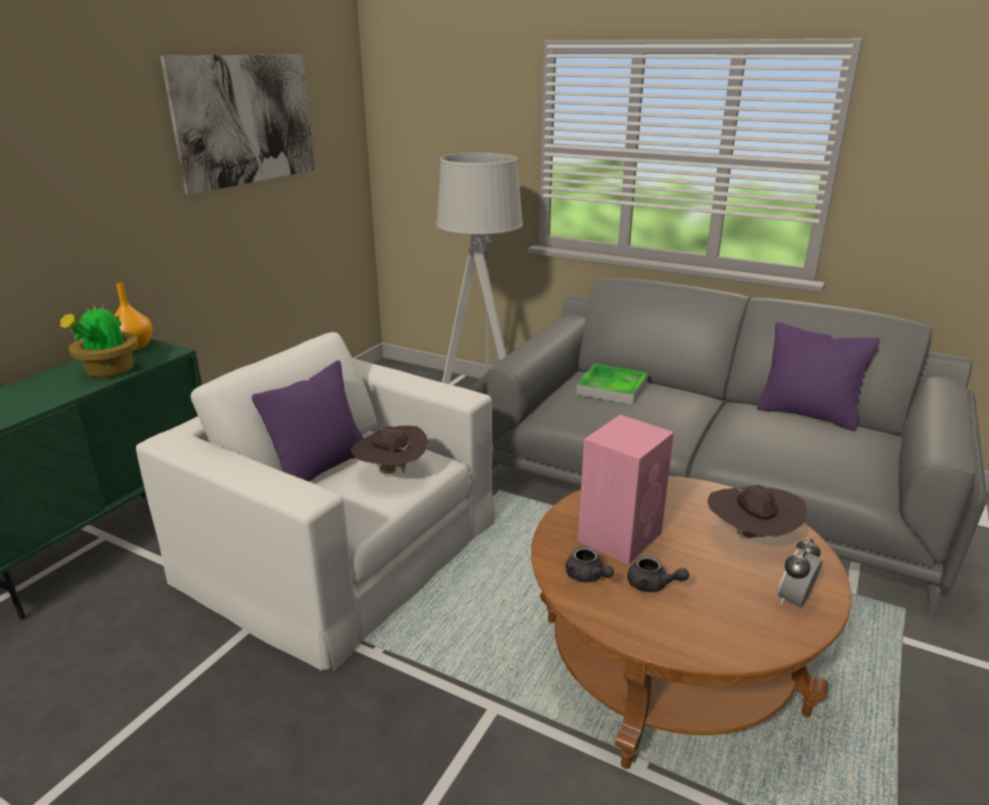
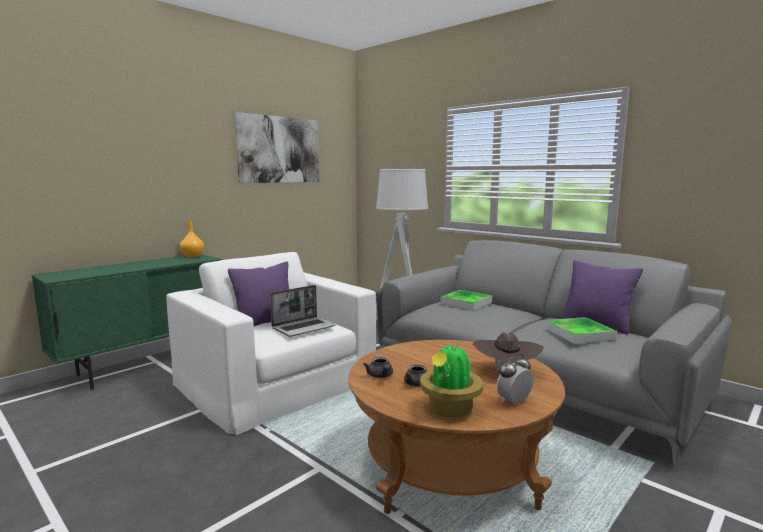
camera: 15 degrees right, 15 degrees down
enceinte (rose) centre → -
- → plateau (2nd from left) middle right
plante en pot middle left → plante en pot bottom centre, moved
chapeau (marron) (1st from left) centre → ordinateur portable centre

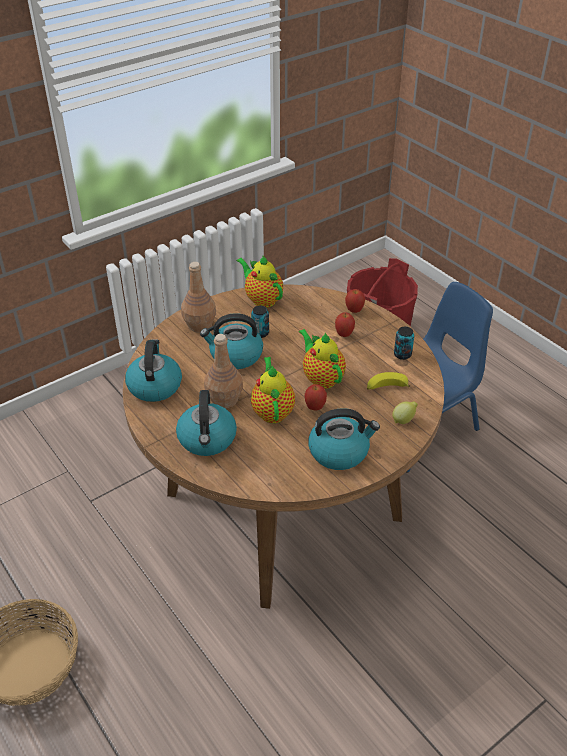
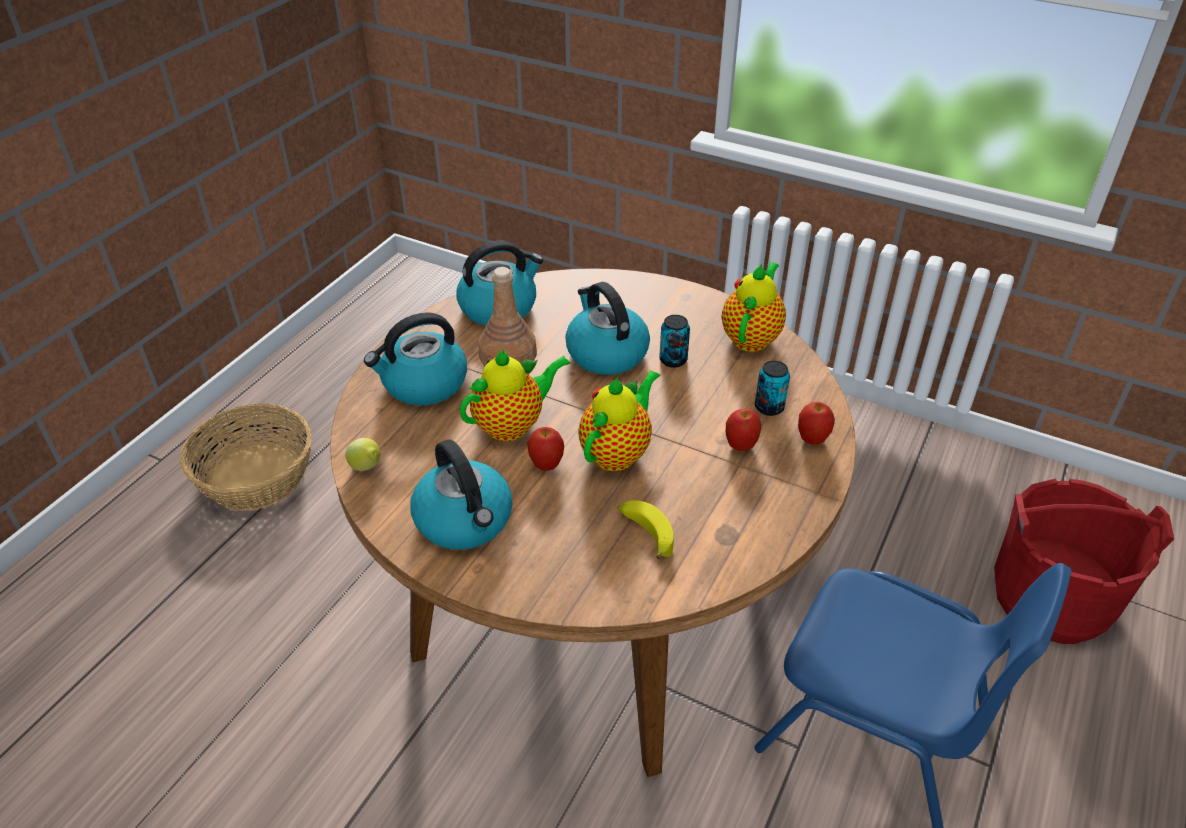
camera: 65 degrees right, 0 degrees up
bouteille (marron) (1st from left) centre → -
citron middle right → citron middle left, moved
boîte métallique (2nd from left) middle right → boîte métallique (2nd from left) centre, moved

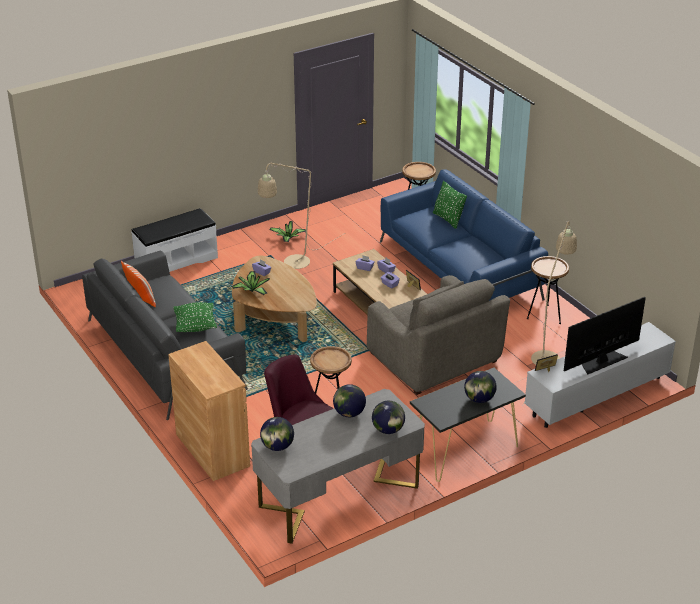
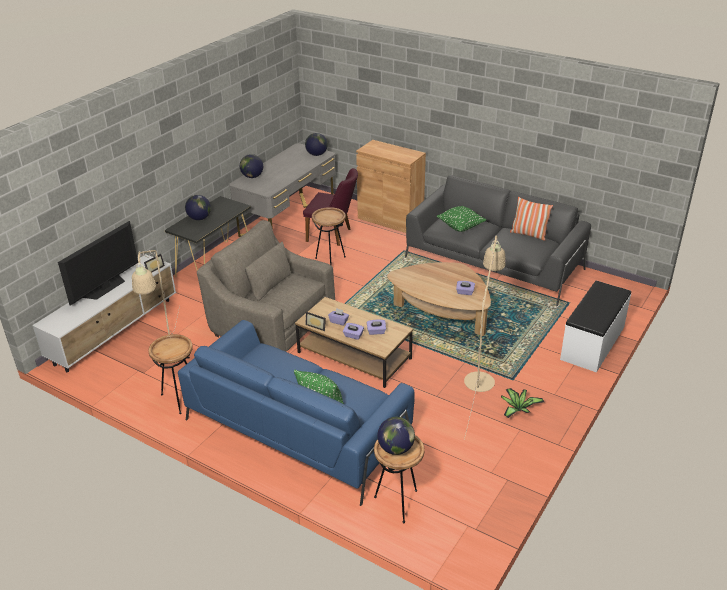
camera: 155 degrees right, 0 degrees up
plante en pot (1st from left) centre → -
globe (2nd from left in the first image) centre → globe (4th from left) bottom centre, moved

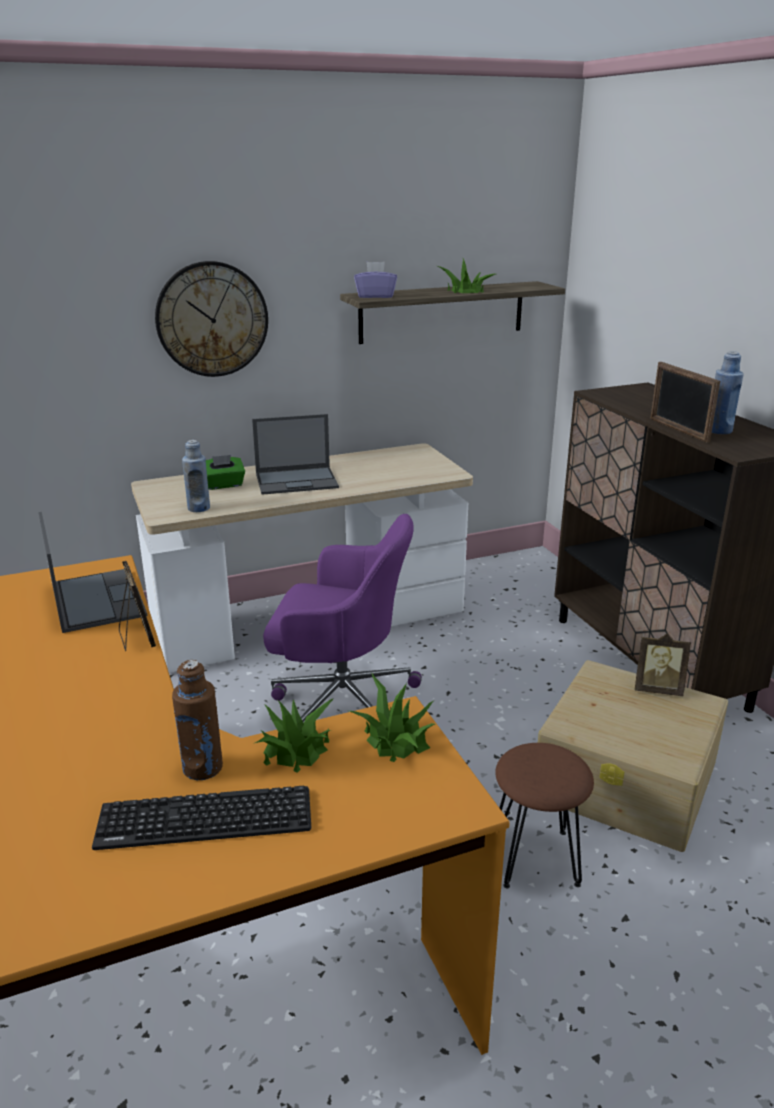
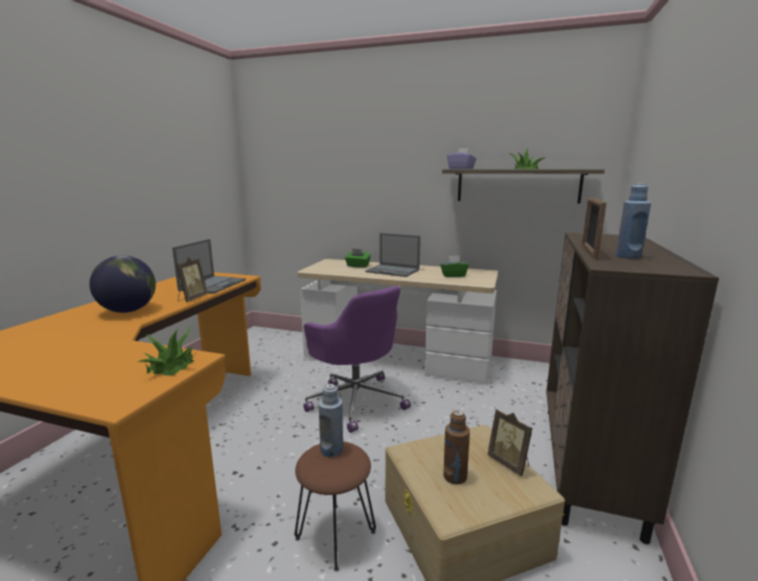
camera: 40 degrees right, 10 degrees down
clavier bottom left → -
horloge murale top left → -
plante en pot (1st from left) centre → -
- → globe middle left
- → boîte à mouchoirs (vert) (2nd from left) centre
bouteille (marron) middle left → bouteille (marron) bottom centre, moved
bouteille (bleu) (1st from left) middle left → bouteille (bleu) (1st from left) bottom centre, moved

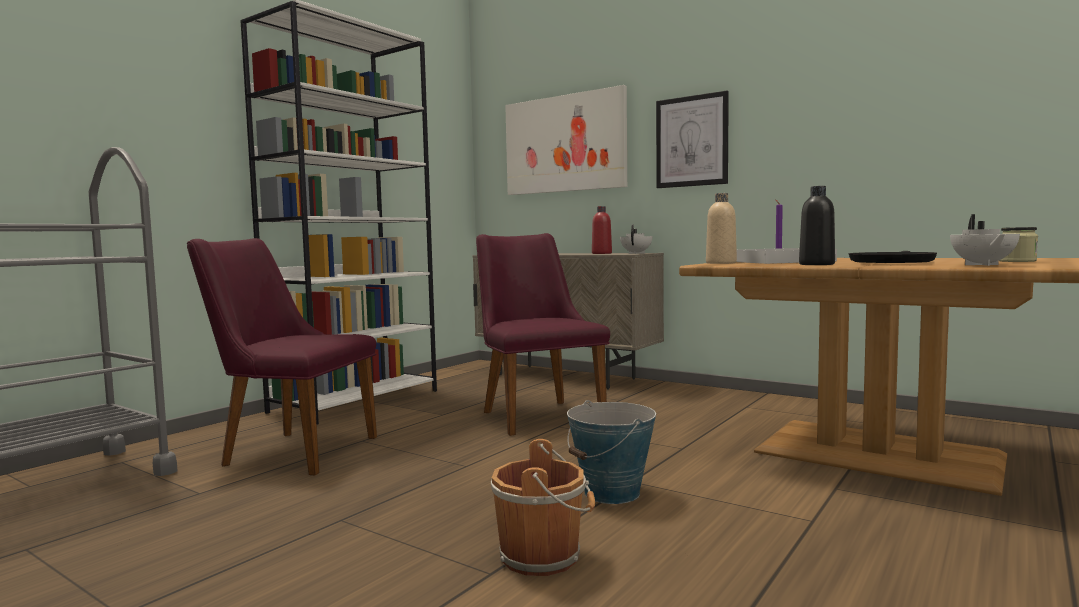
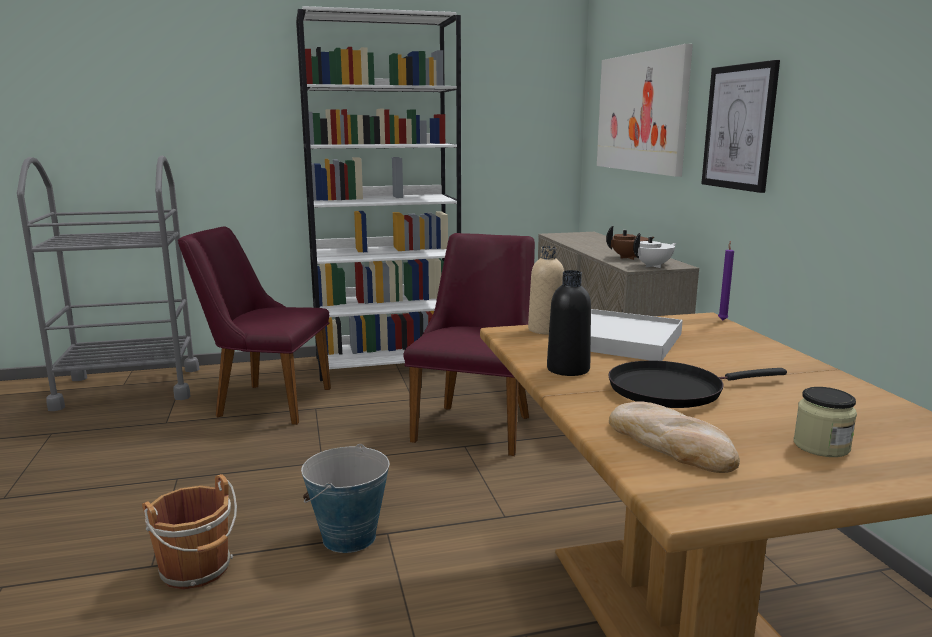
camera: 40 degrees right, 10 degrees up
bouteille (rouge) centre → théière (marron) middle right
théière (blanc) (2nd from left) middle right → pain bottom right
chaise (violet) (1st from left) middle left, 45 degrees counterclockwise

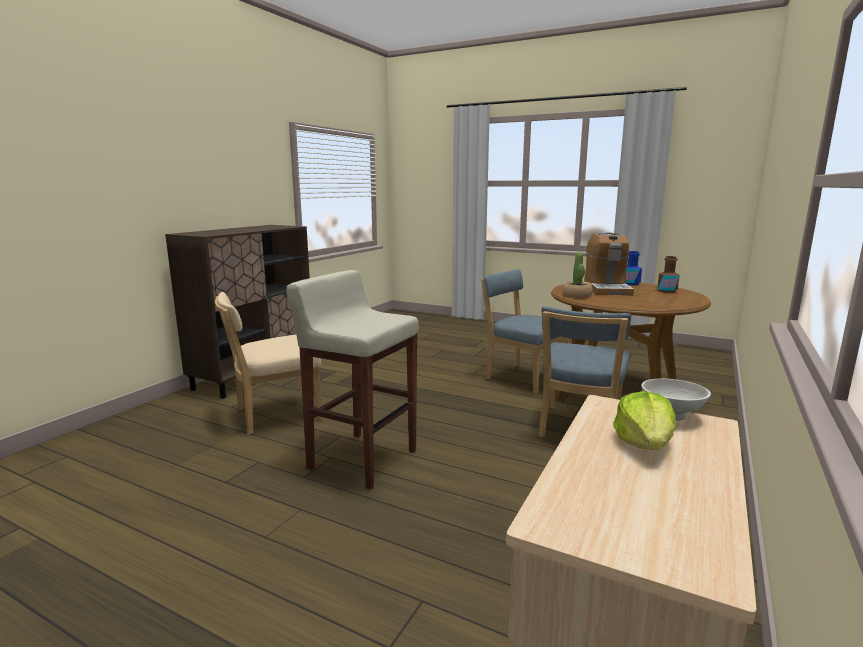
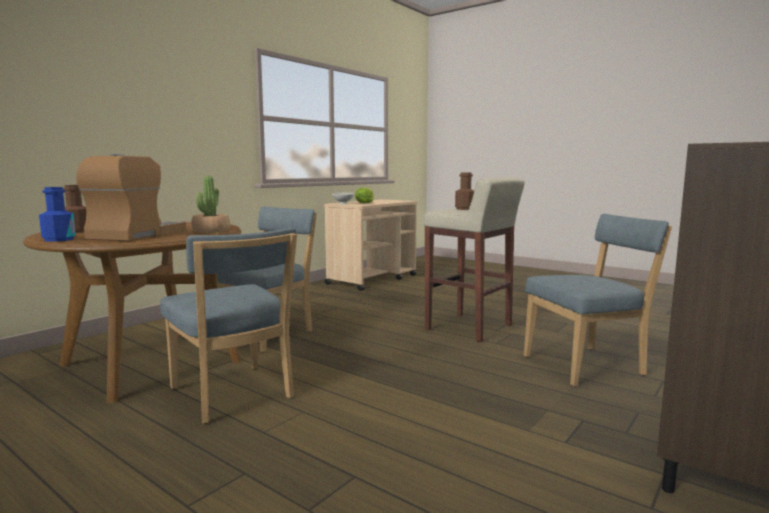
camera: 170 degrees left, 5 degrees down
- → bouteille (marron) (2nd from left) centre
chaise (beige) middle left → chaise (bleu) (3rd from left) middle right

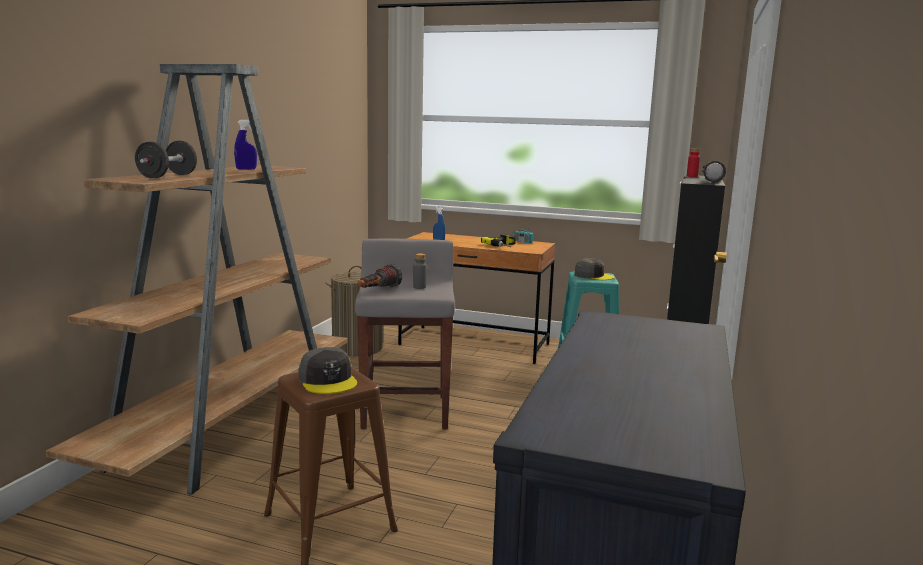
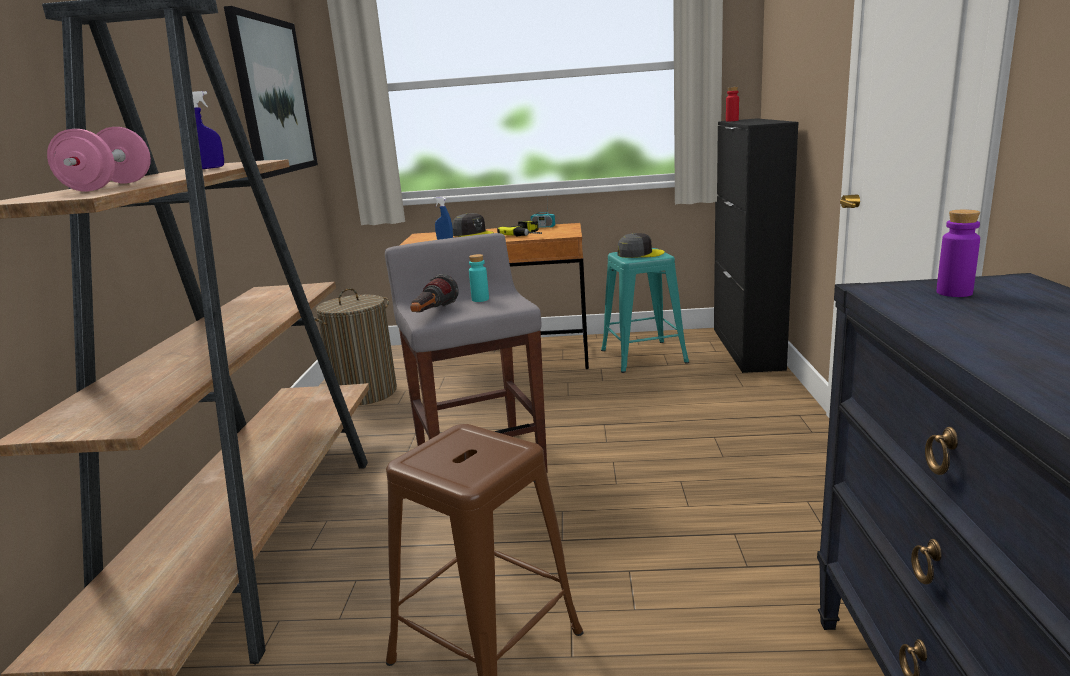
camera: 15 degrees left, 5 degrees up
lampe de poche (2nd from left) top right → -
- → tableau top left
- → bouteille (violet) middle right
casquette (gris) (1st from left) centre → casquette (gris) (1st from left) top centre, moved
haltère (noir) top left → haltère (rose) top left
bouteille (gris) centre → bouteille (turquoise) centre

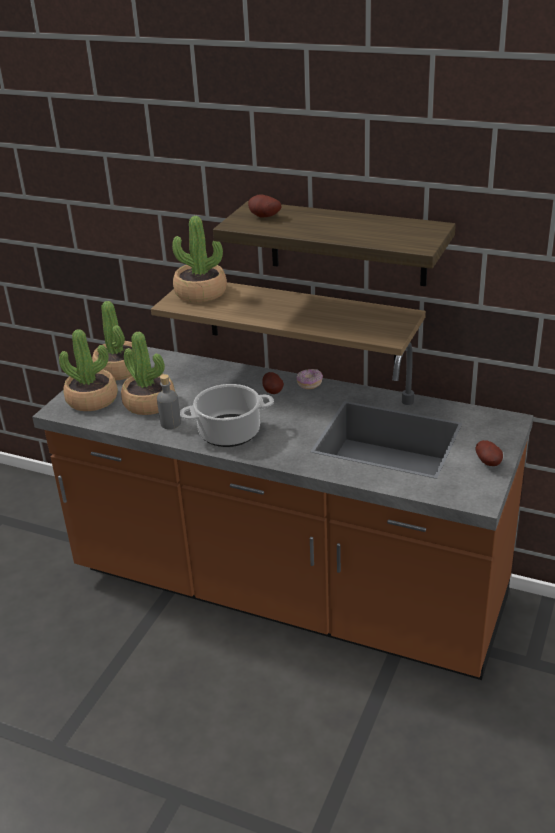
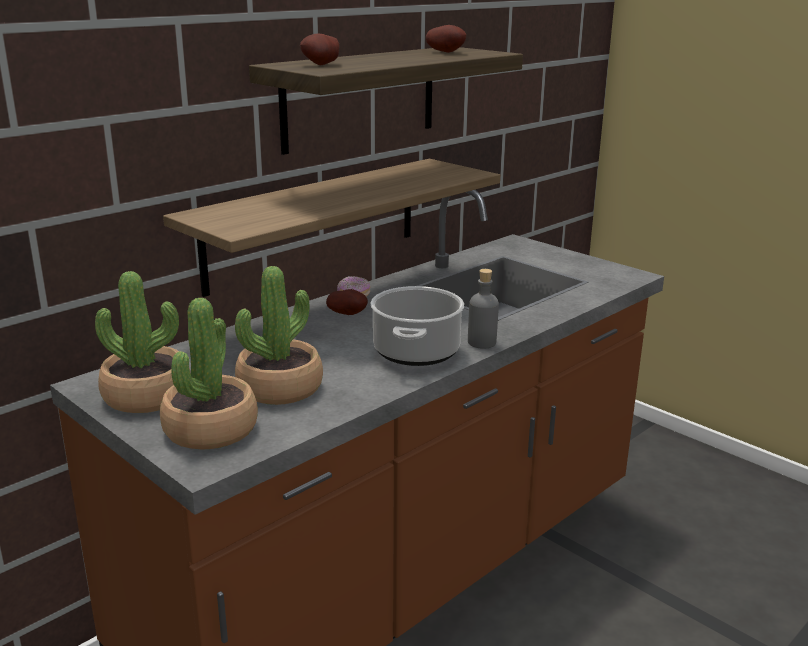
camera: 70 degrees left, 10 degrees down
plante en pot (4th from left) top centre → -
bouteille (gris) middle left → bouteille (gris) centre, moved
pomme de terre (3rd from left) middle right → pomme de terre (3rd from left) top centre, moved

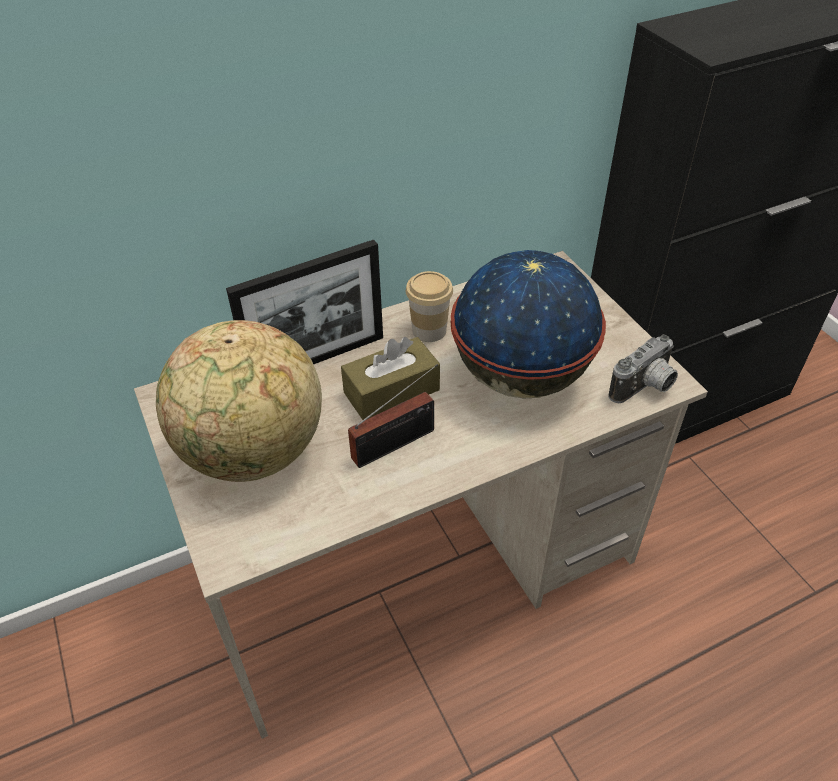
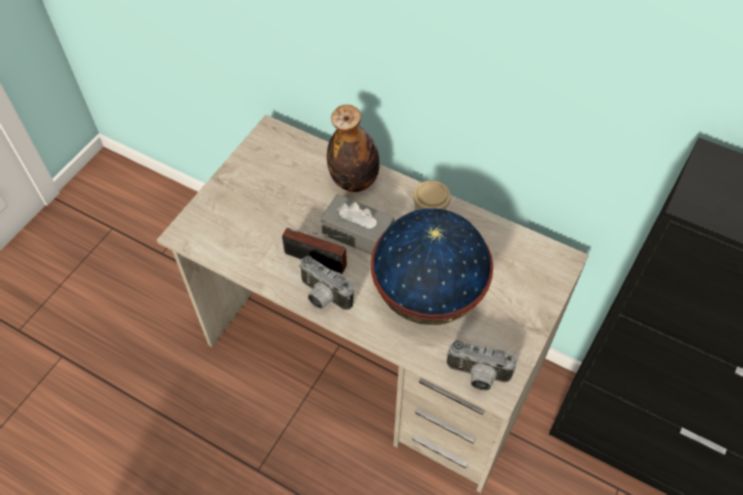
camera: 55 degrees right, 10 degrees up
globe (1st from left) middle left → -
- → appareil photo (1st from left) centre
cadre photo centre → bouteille top centre
boîte à mouchoirs (marron) centre → boîte à mouchoirs (gris) centre

